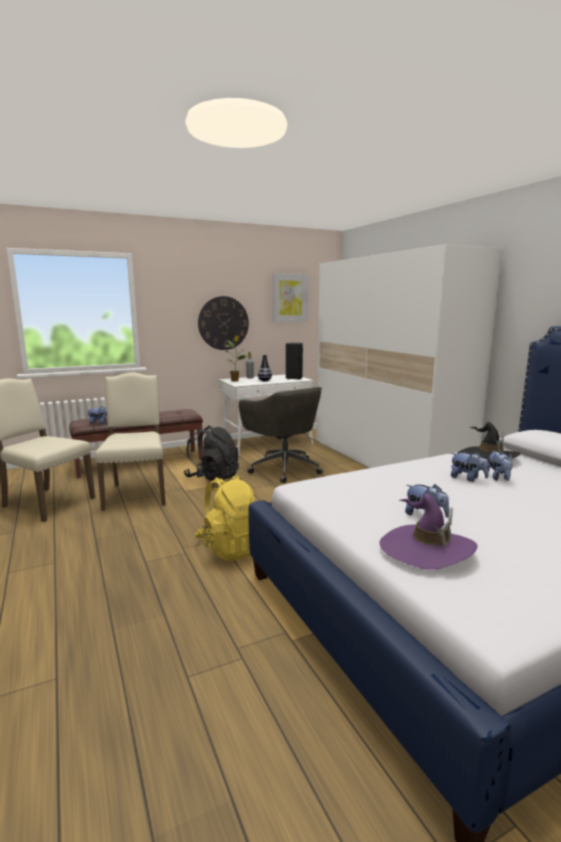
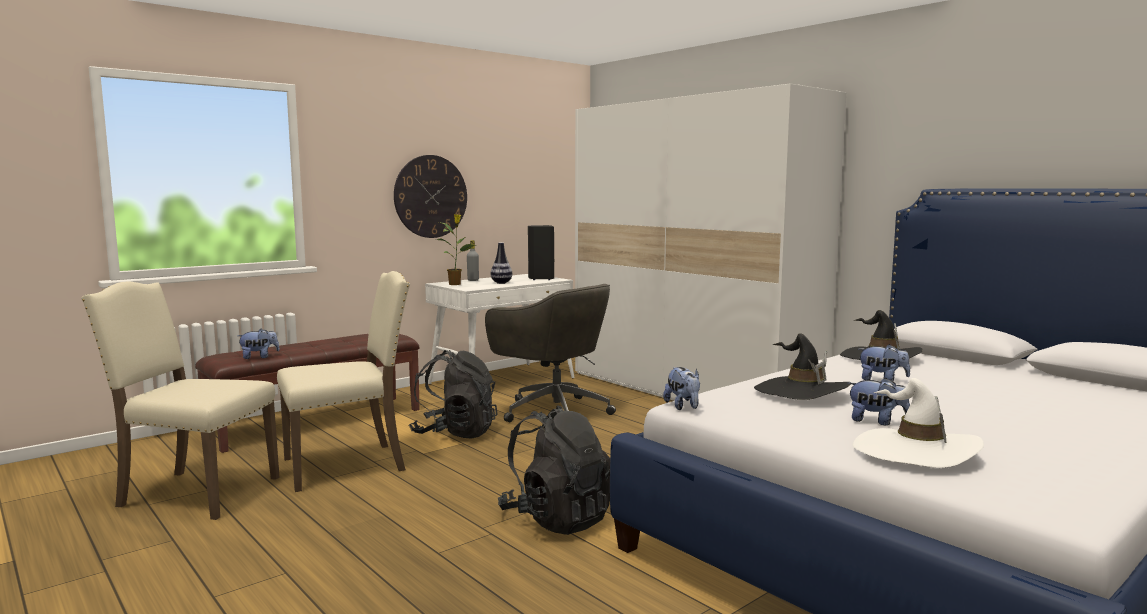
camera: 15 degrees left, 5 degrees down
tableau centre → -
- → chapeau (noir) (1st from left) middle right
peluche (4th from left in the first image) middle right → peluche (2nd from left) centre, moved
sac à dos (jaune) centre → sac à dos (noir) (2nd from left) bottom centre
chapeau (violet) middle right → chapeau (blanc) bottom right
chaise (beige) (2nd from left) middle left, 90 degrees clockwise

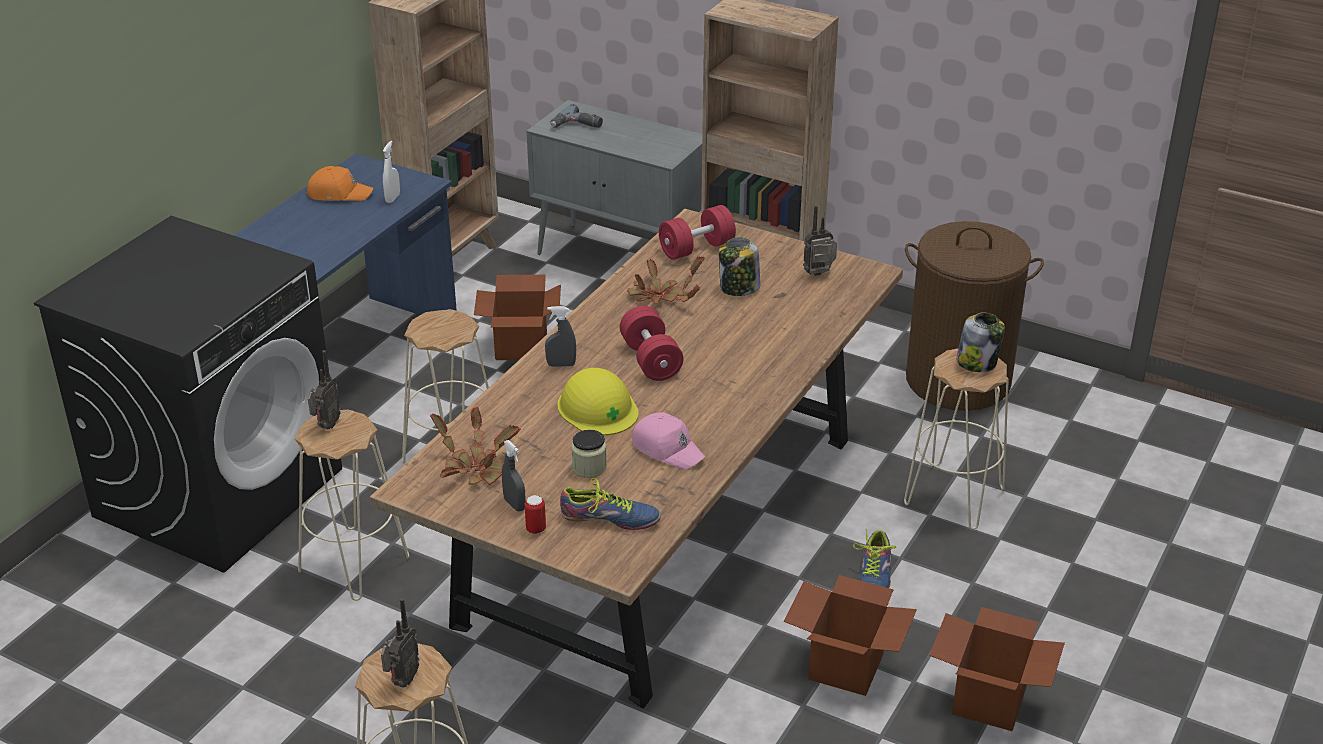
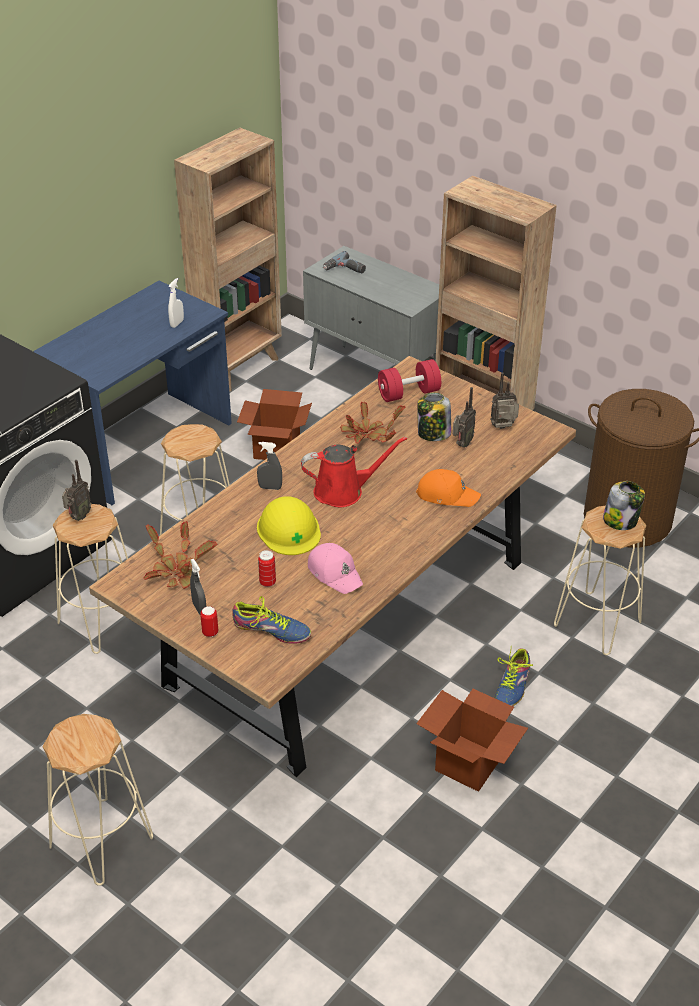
camera: 10 degrees right, 5 degrees up
carton (3rd from left) bottom right → -
casquette (orange) top left → casquette (orange) centre, moved
radio (2nd from left) bottom left → radio (2nd from left) centre, moved
bocal (1st from left) centre → boîte métallique (2nd from left) centre
haltère (rouge) (1st from left) centre → arrosoir (rouge) centre

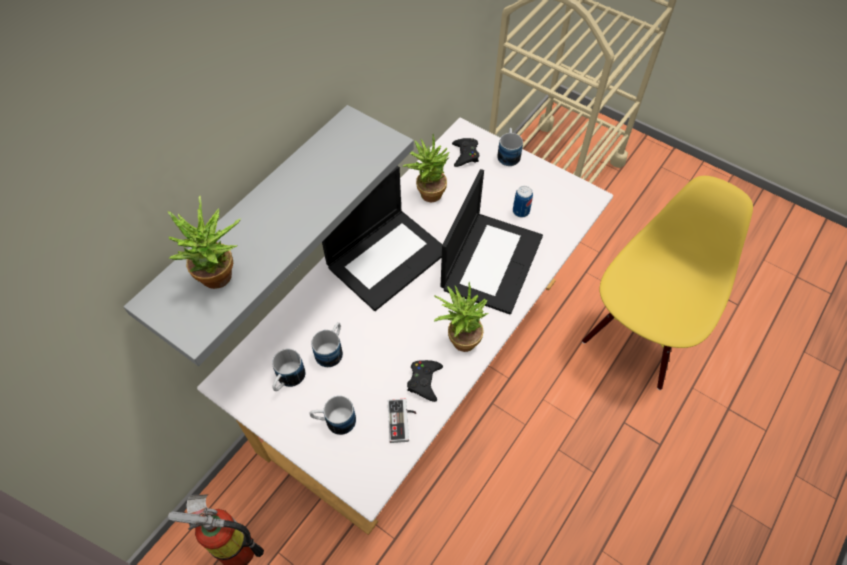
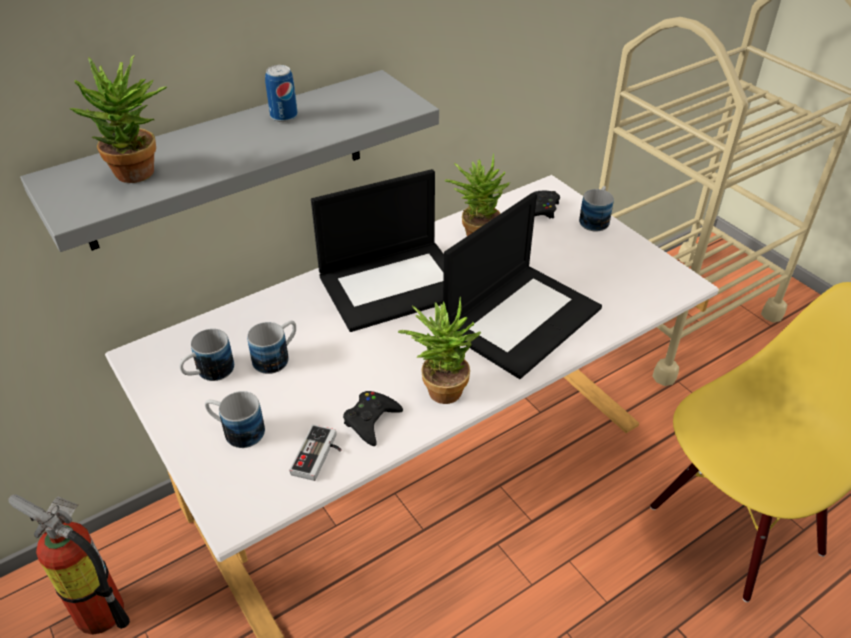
camera: 20 degrees right, 15 degrees down
boîte métallique centre → boîte métallique top left, moved

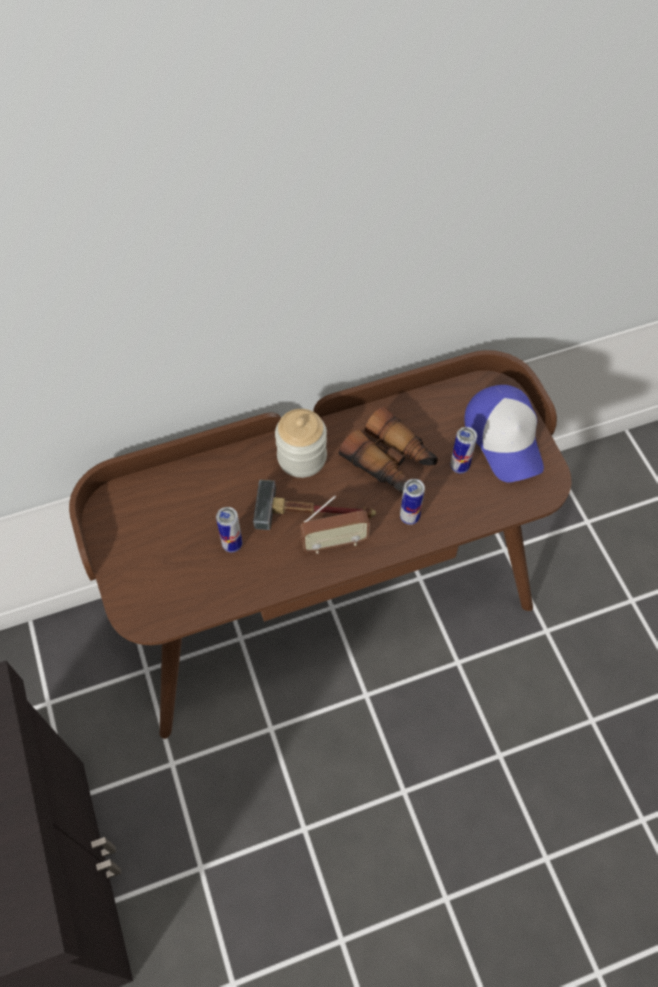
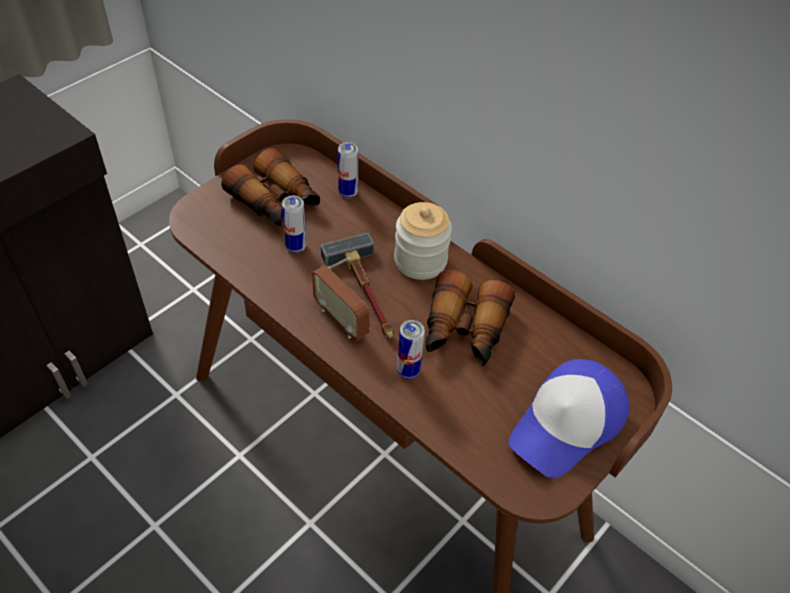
camera: 60 degrees right, 10 degrees down
- → jumelles (1st from left) top centre
boîte métallique (3rd from left in the first image) middle right → boîte métallique (2nd from left) top centre, moved

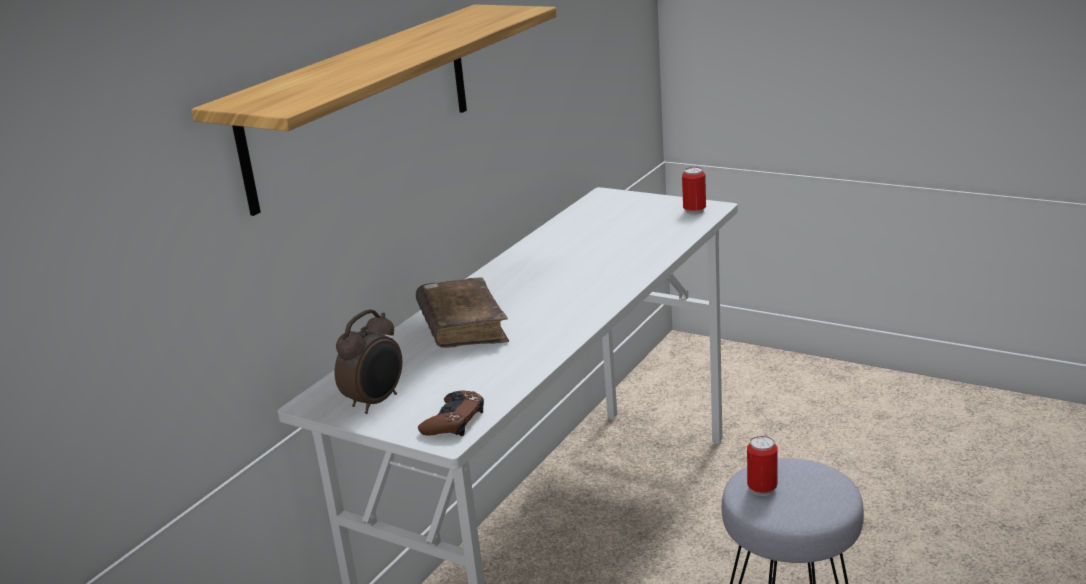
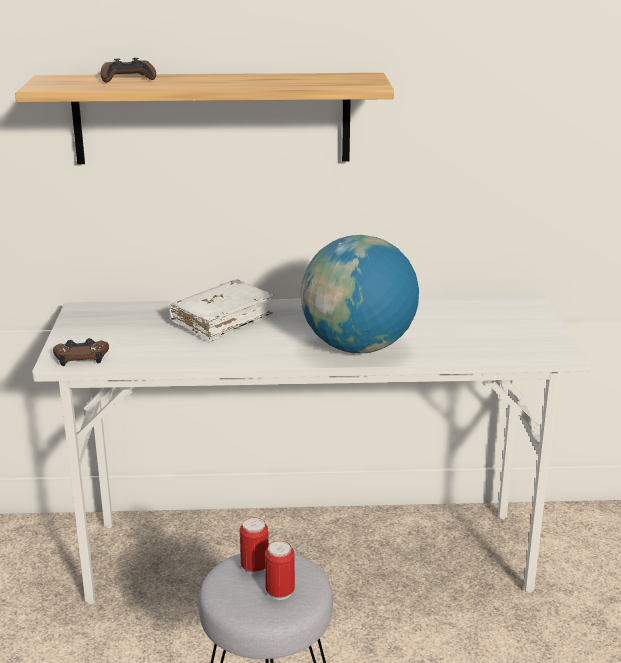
camera: 55 degrees right, 0 degrees up
réveil centre → -
- → manette (marron) (2nd from left) top left
- → globe centre
boîte métallique (1st from left in the first image) top centre → boîte métallique (2nd from left) bottom centre, moved
livre (marron) centre → livre (blanc) centre

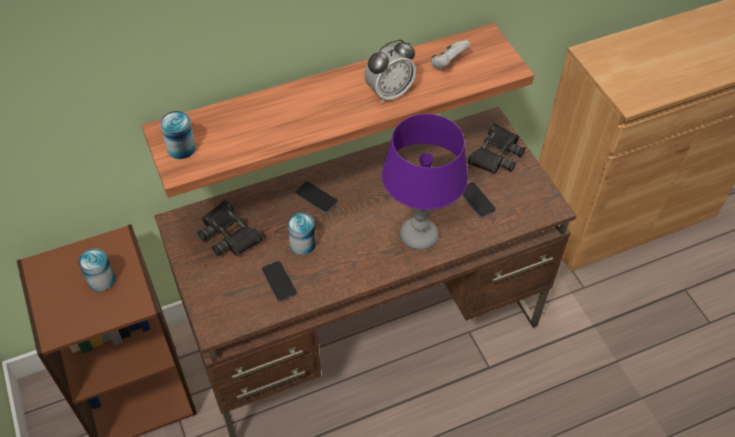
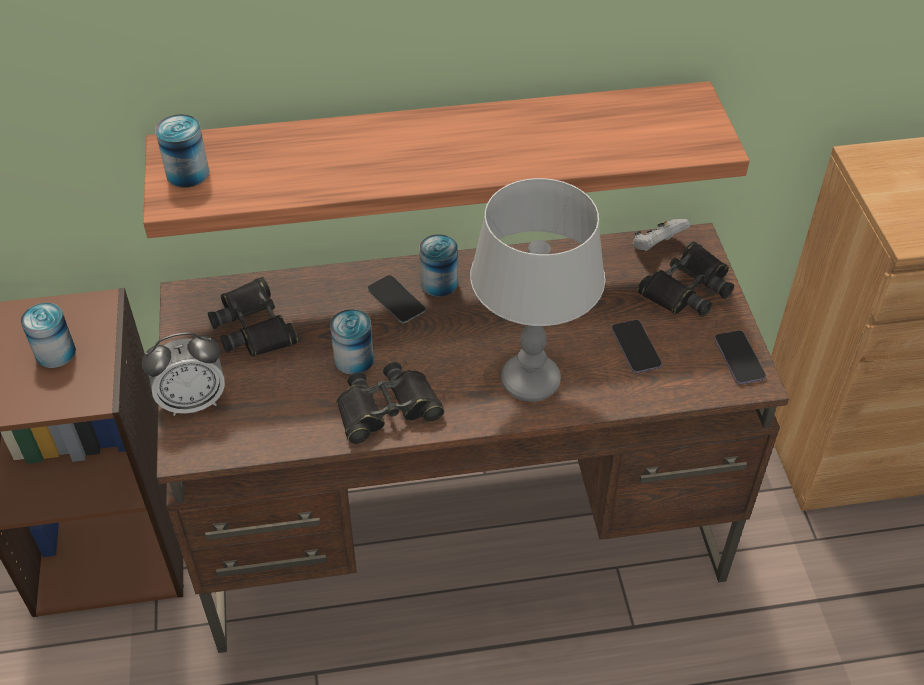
camera: 15 degrees right, 5 degrees down
- → jumelles (noir) (2nd from left) centre
- → boîte métallique (4th from left) centre
téléphone (1st from left in the first image) centre → téléphone (3rd from left) middle right, moved
réveil top centre → réveil middle left, moved
manette (blanc) top centre → manette (blanc) middle right, moved
lampe de table (violet) centre → lampe de table (gris) centre

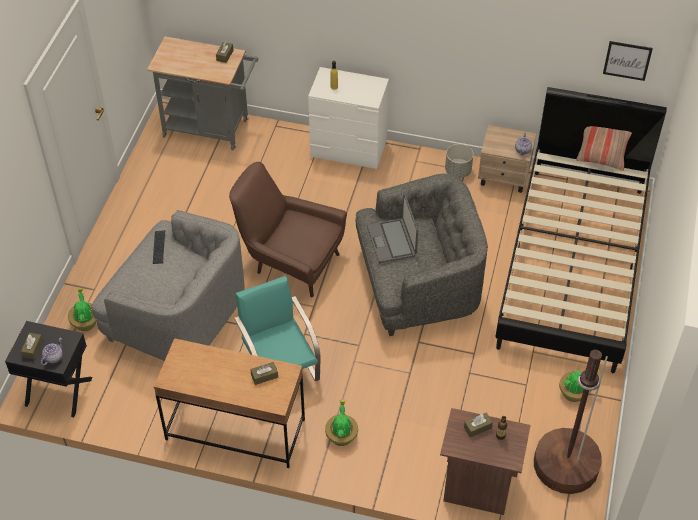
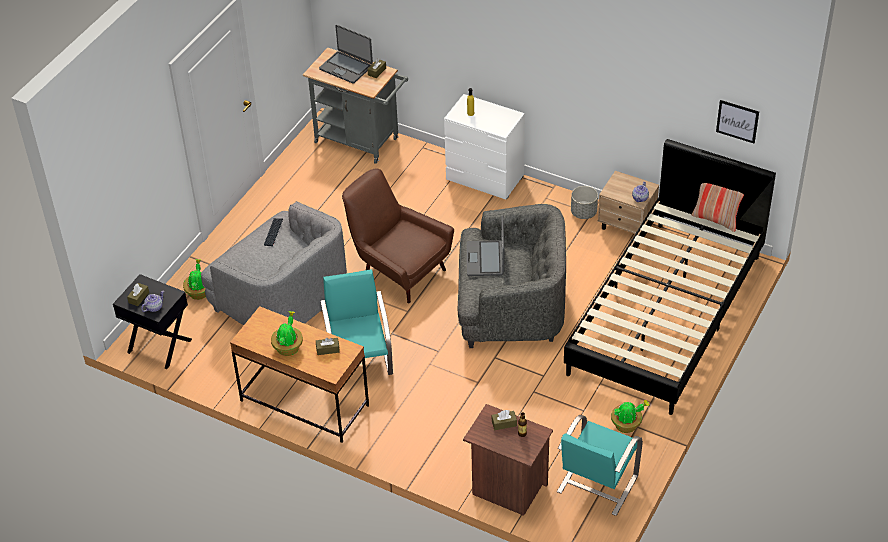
camera: 15 degrees right, 5 degrees down
- → ordinateur portable (1st from left) top centre
plante en pot (2nd from left) bottom centre → plante en pot (2nd from left) middle left, moved
lampadaire (marron) bottom right → chaise (turquoise) (2nd from left) bottom right

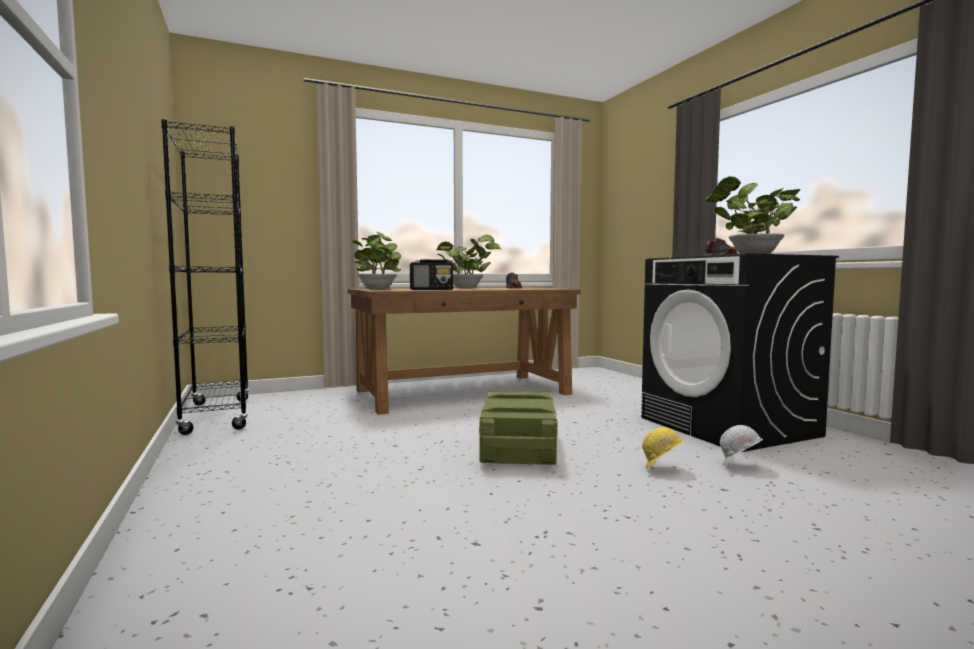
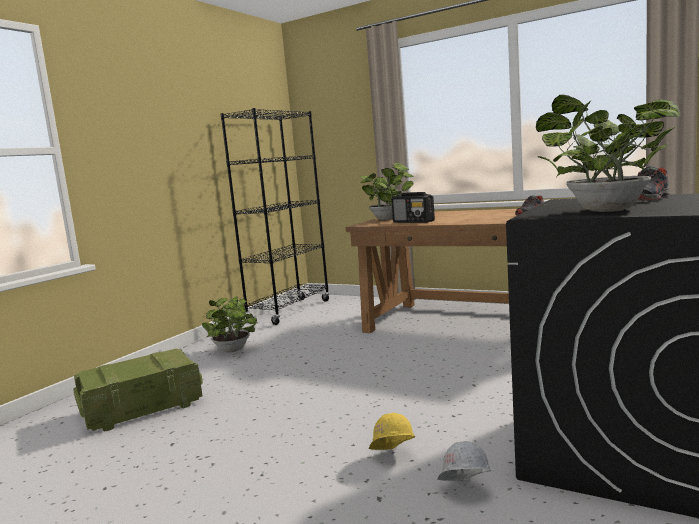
camera: 55 degrees right, 5 degrees up
plante en pot (2nd from left in the first image) centre → plante en pot (1st from left) middle left, moved
caisse centre → caisse bottom left, moved

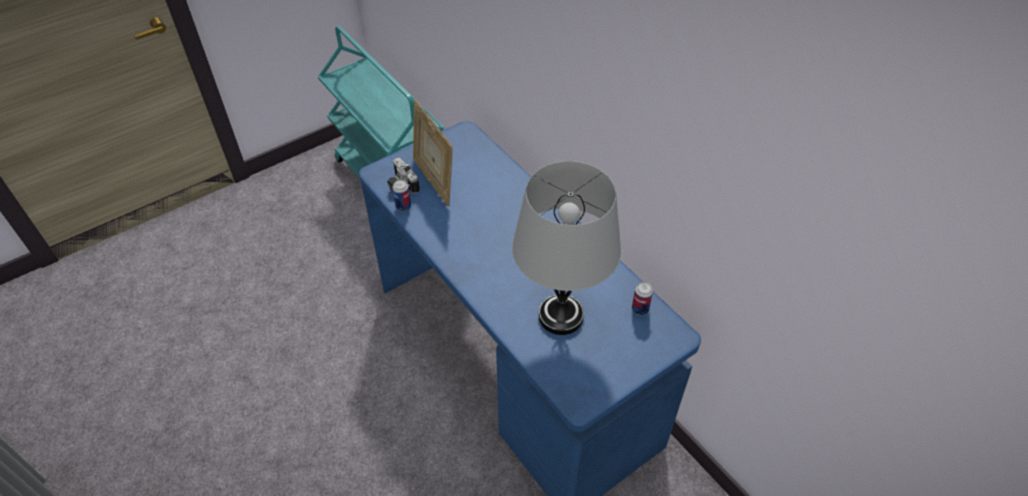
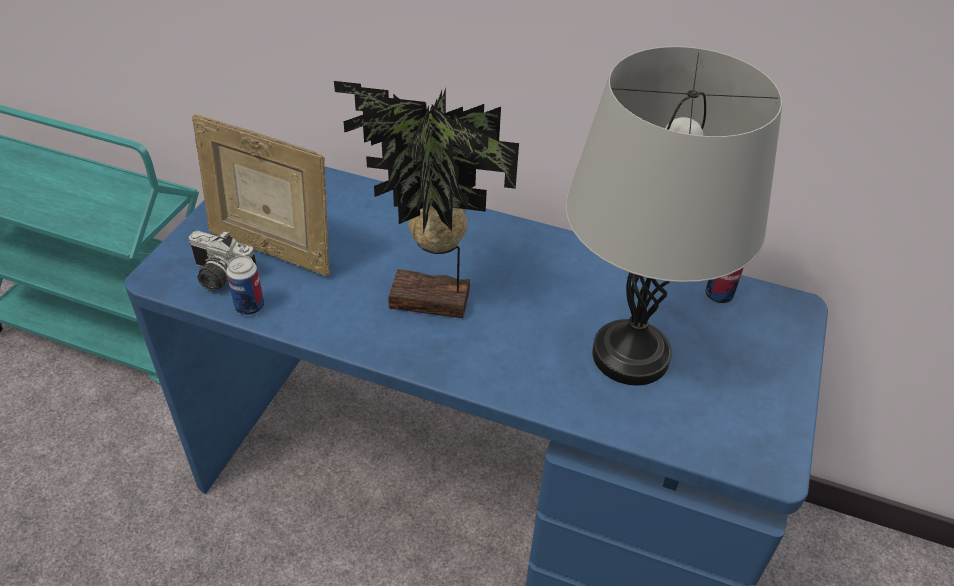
camera: 35 degrees left, 5 degrees down
- → plante en pot centre

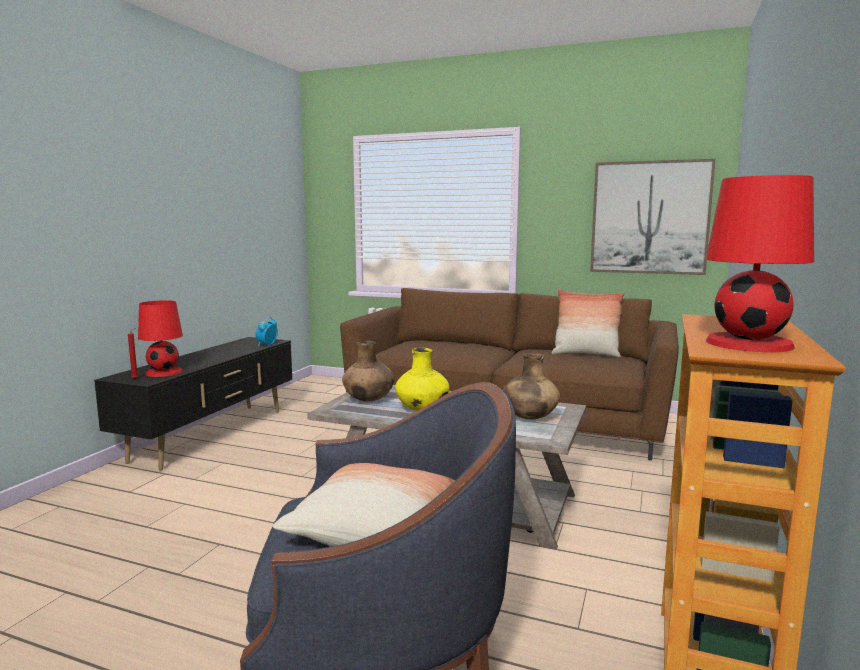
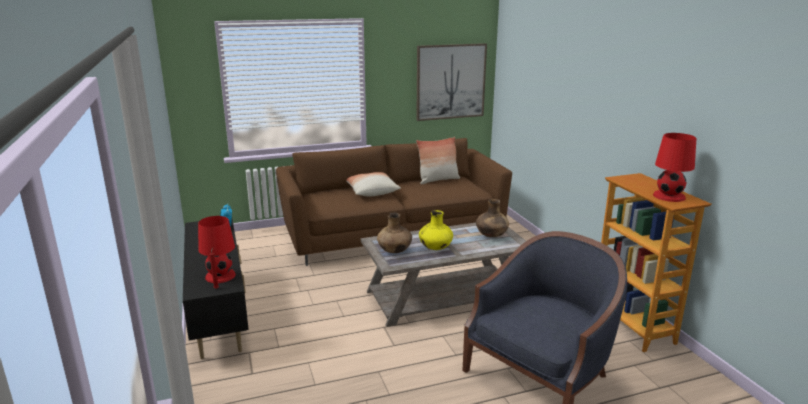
camera: 40 degrees left, 10 degrees up
coussin (1st from left) bottom centre → coussin (1st from left) centre, moved

